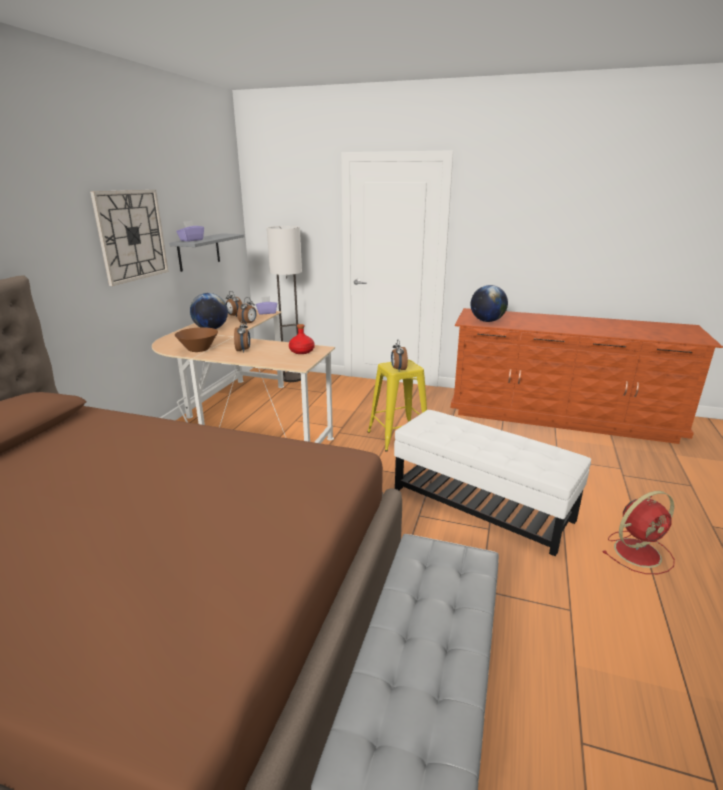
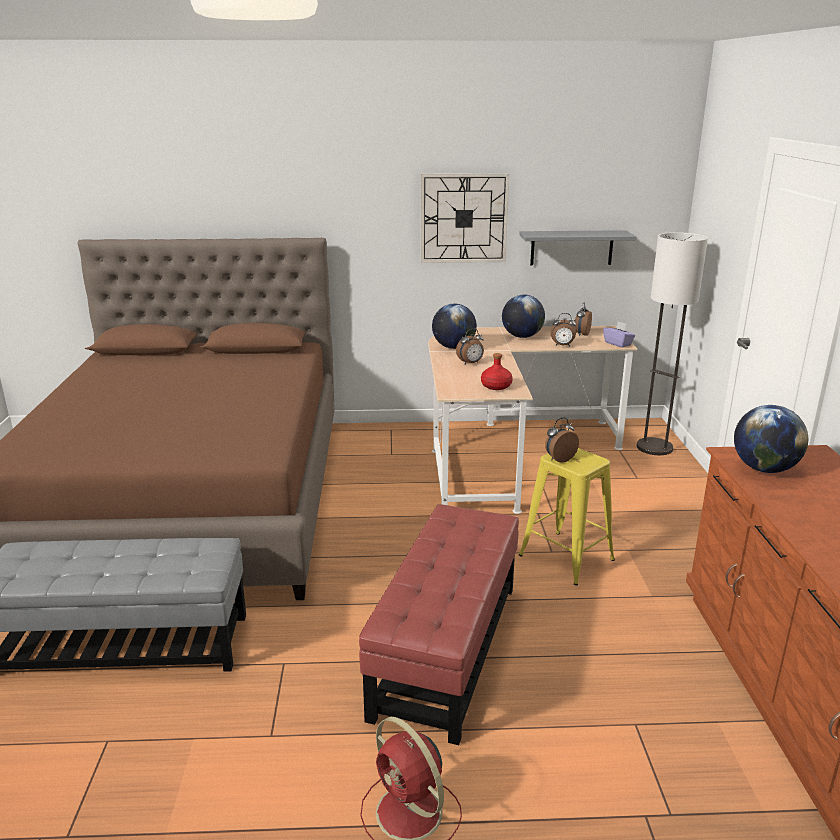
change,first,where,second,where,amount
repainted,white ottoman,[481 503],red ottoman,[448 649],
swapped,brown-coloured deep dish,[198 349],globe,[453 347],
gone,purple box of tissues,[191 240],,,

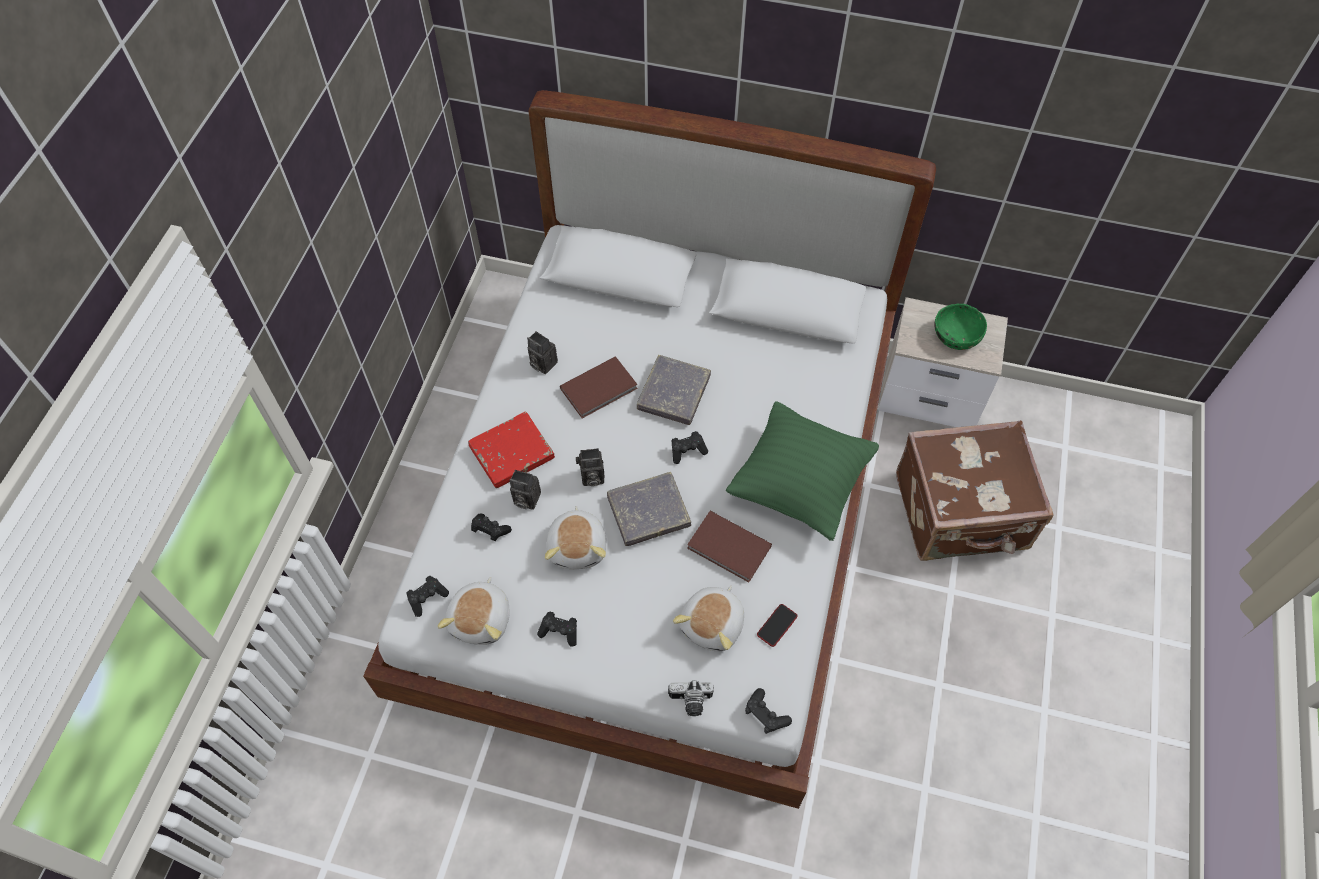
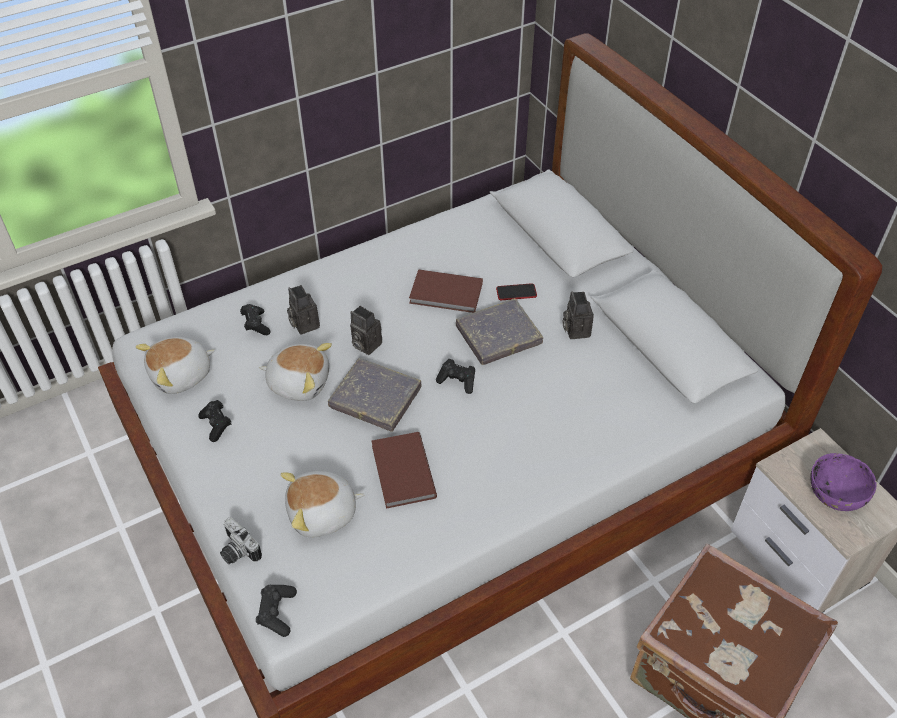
change,first,where,second,where,amount
rotated,soft toy,[578 546],,[299 382],120 degrees counterclockwise
shifted,handset,[777 625],,[516 292],
shifted,still camera,[541 363],,[575 329],
repainted,green-coloured deep dish,[955 336],purple deep dish,[835 492],
gone,black gamepad,[427 598],,,
gone,red book,[512 452],,,
gone,green-coloured throw pillow,[799 484],,,

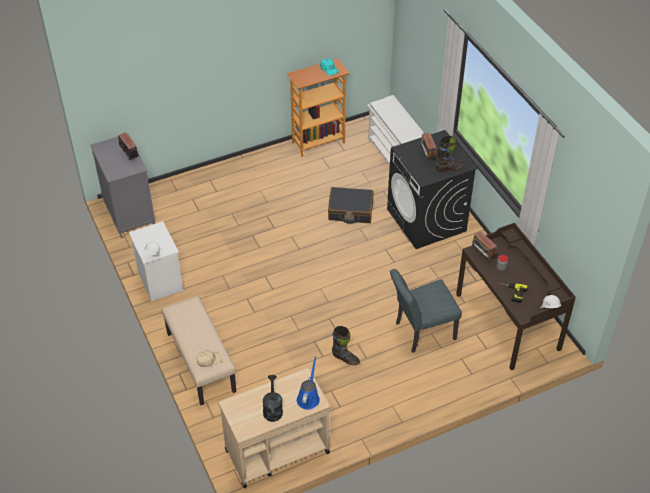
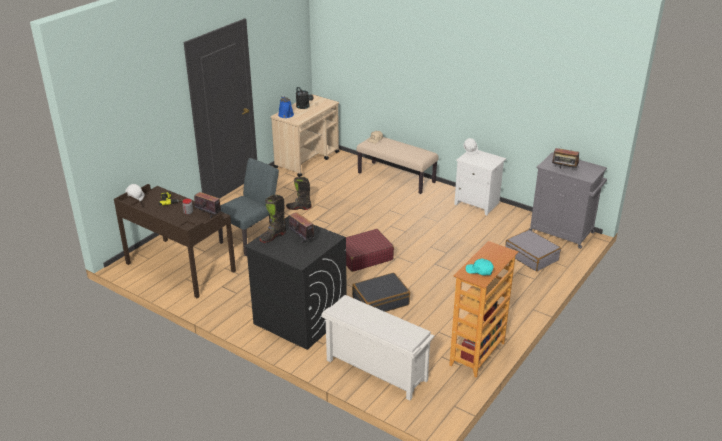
change,first,where,second,where,amount
new,,,red piece of luggage,[364 257],
new,,,greyish piece of luggage,[531 256],

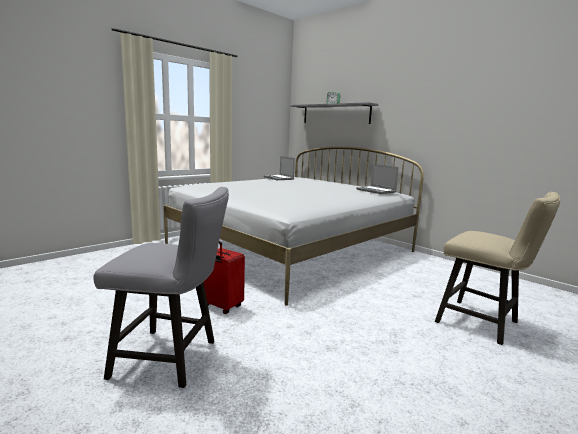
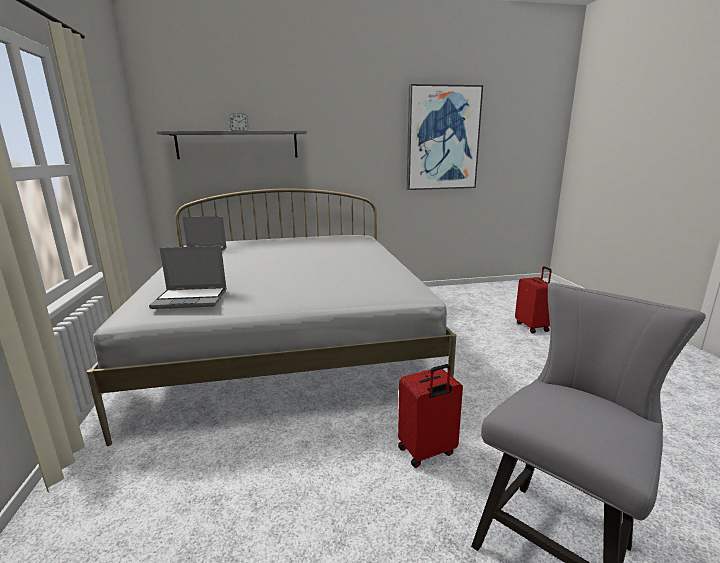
change,first,where,second,where,amount
shifted,laptop,[376 191],,[192 299],
new,,,wall picture,[442 138],
swapped,beige upright chair,[483 324],red piece of luggage,[532 327],

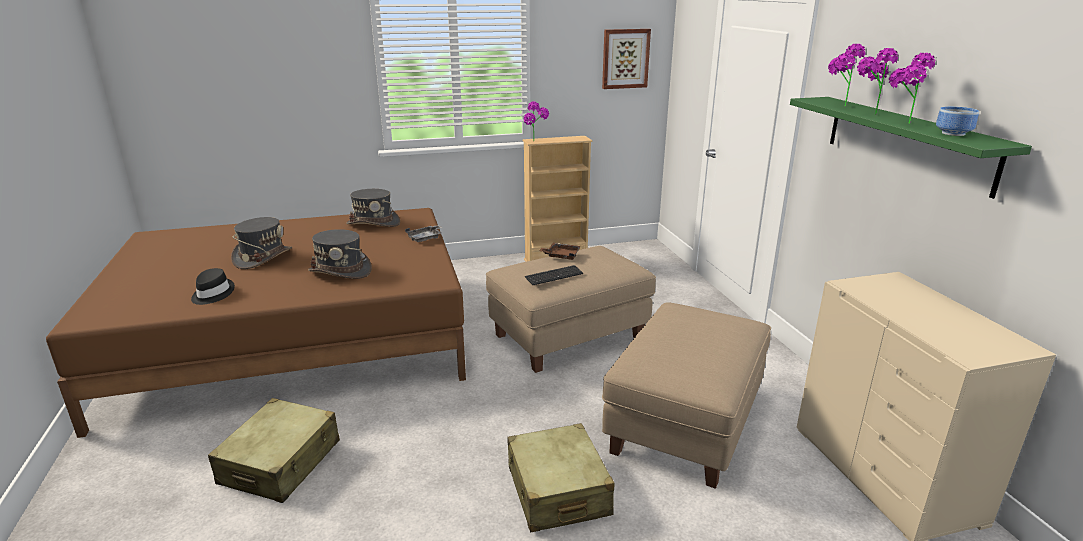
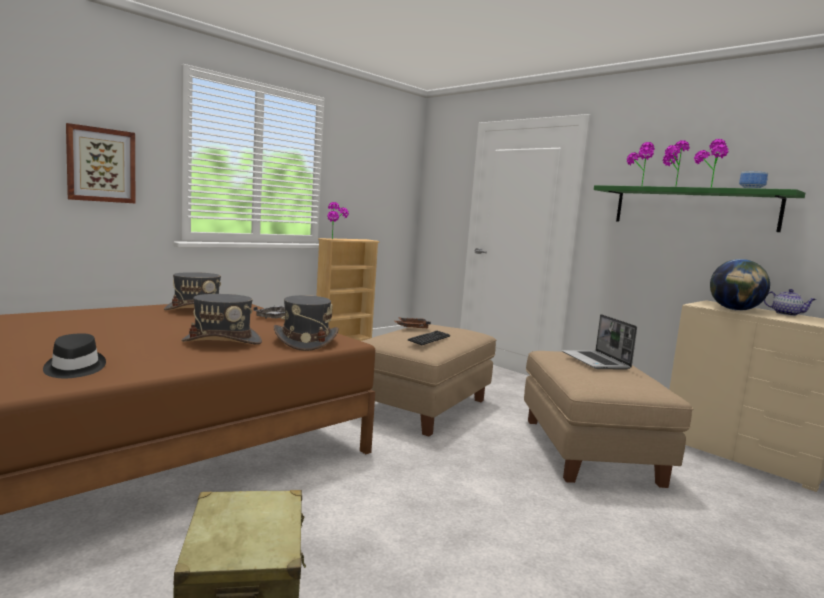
change,first,where,second,where,amount
shifted,wall picture,[625 58],,[101 165],
shifted,greyish clothing hat,[263 257],,[305 341],
new,,,laptop,[596 361],
new,,,globe,[735 310],
new,,,pot for tea,[787 314],
gone,beige piece of luggage,[557 491],,,

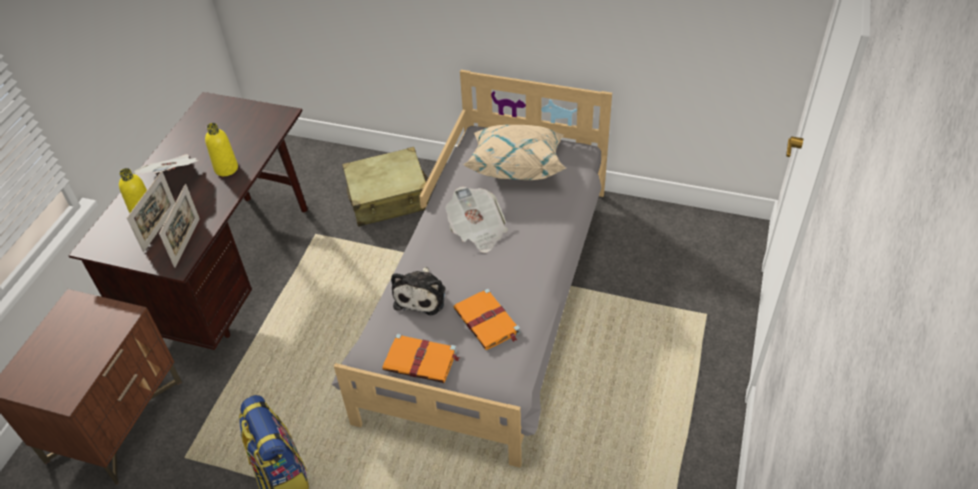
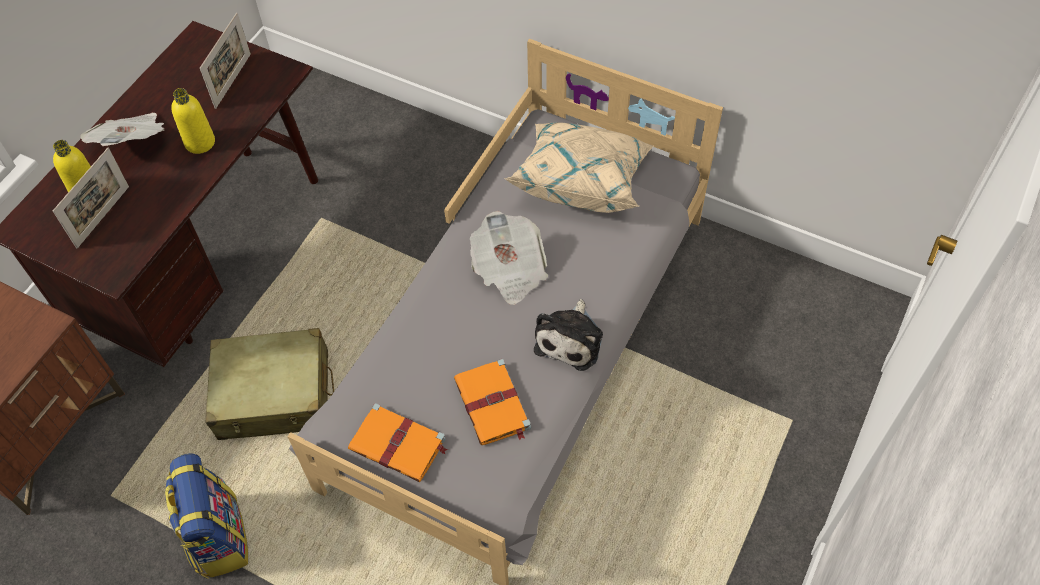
change,first,where,second,where,amount
shifted,picture frame,[187 242],,[233 81],
shifted,beige piece of luggage,[389 197],,[274 395],
shifted,soft toy,[421 295],,[571 339],

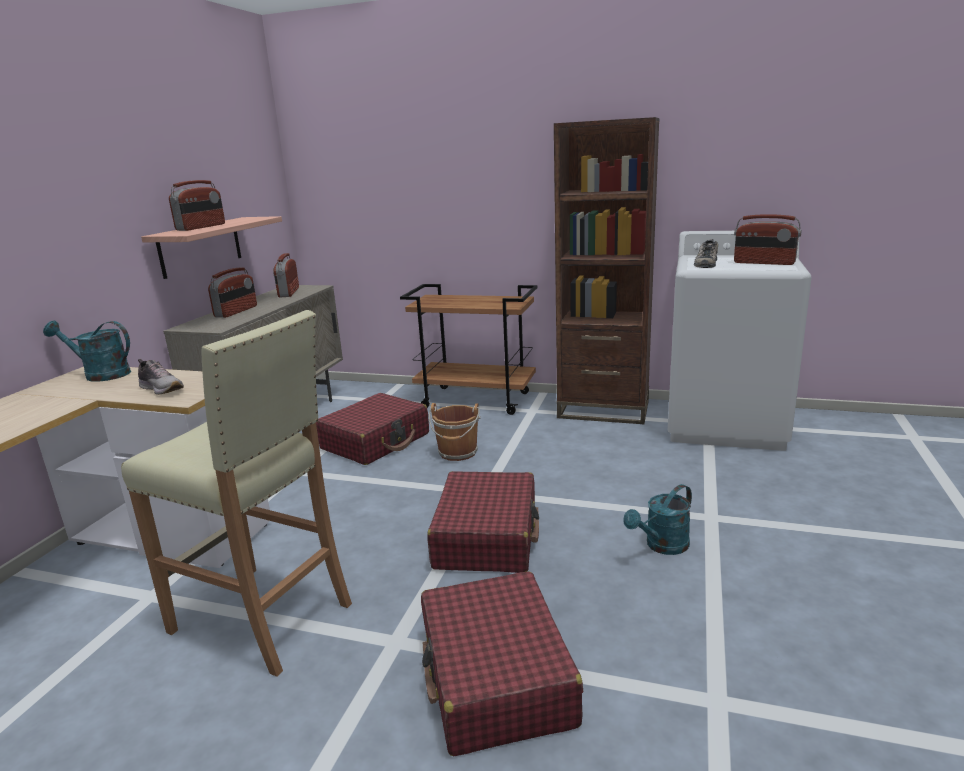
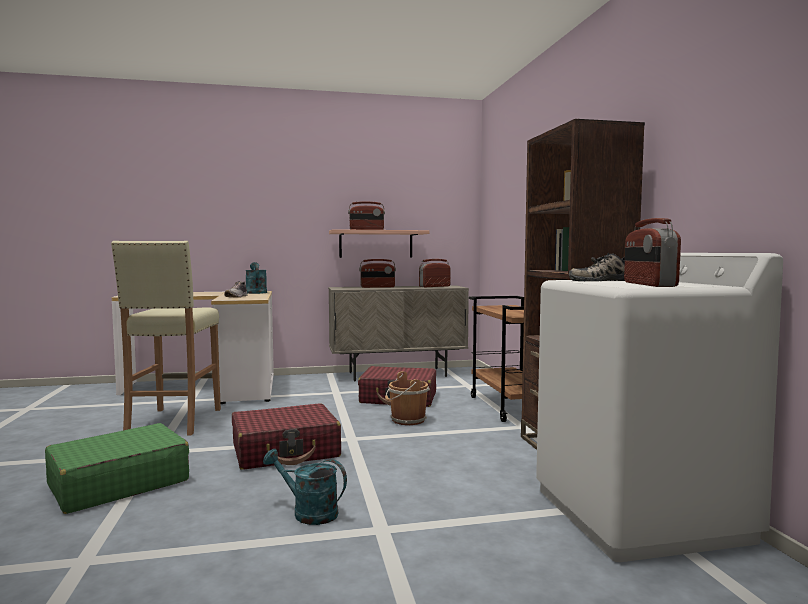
change,first,where,second,where,amount
repainted,red piece of luggage,[496 678],green-coloured piece of luggage,[118 483],

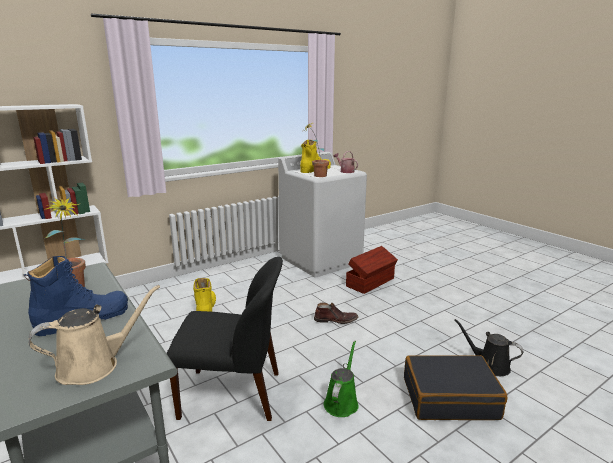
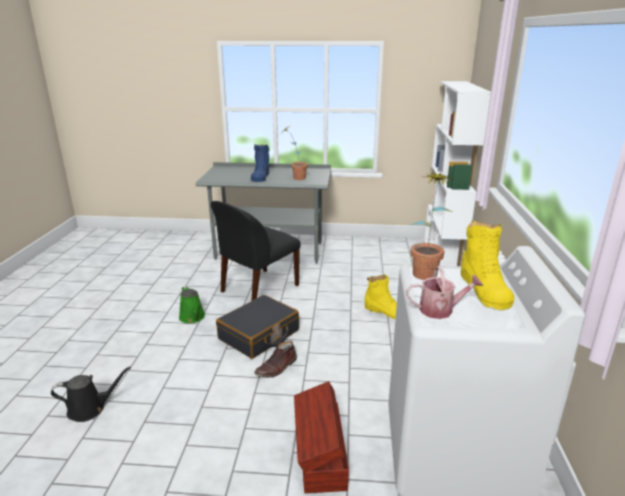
change,first,where,second,where,amount
shifted,black piece of luggage,[449 398],,[259 335],
gone,beige sprinkling can,[94 366],,,

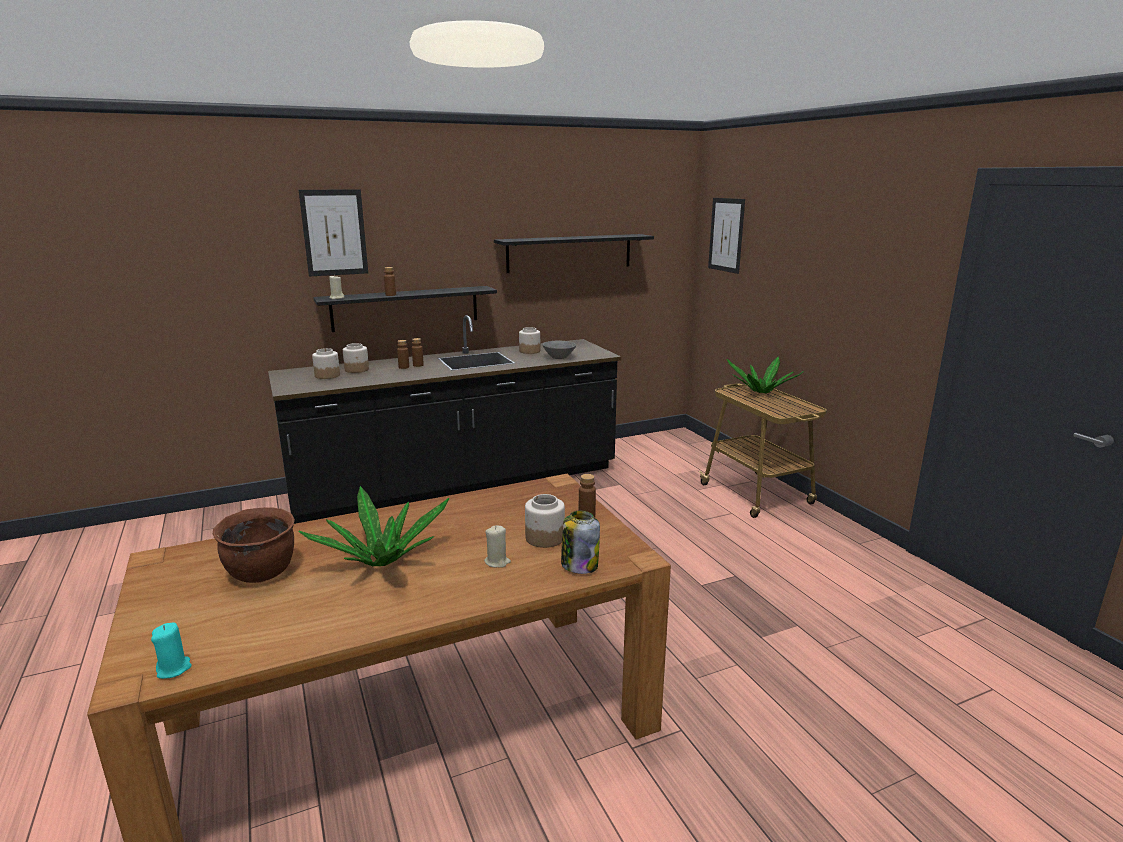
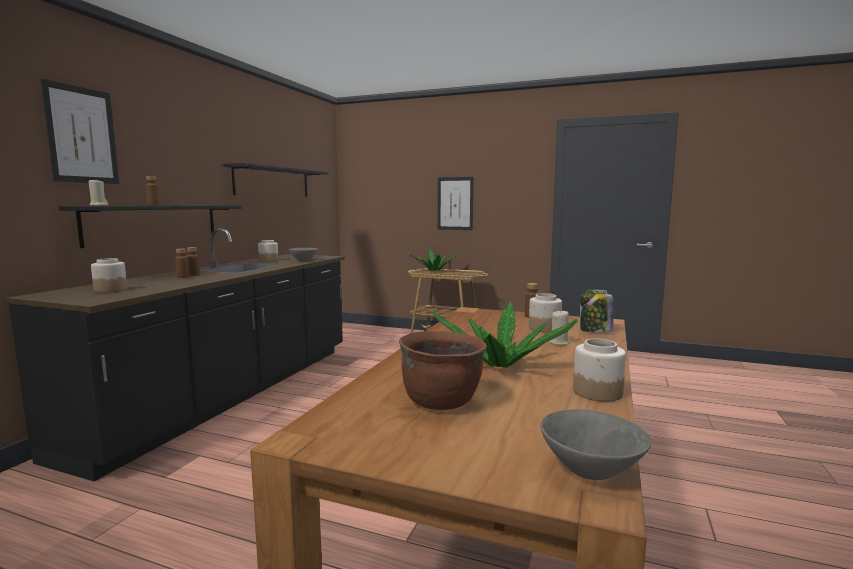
change,first,where,second,where,amount
shifted,wall picture,[726 235],,[455 203],
swapped,turquoise-coloured wax light,[174 669],greyish deep dish,[592 470],
shifted,jar,[357 370],,[598 392],

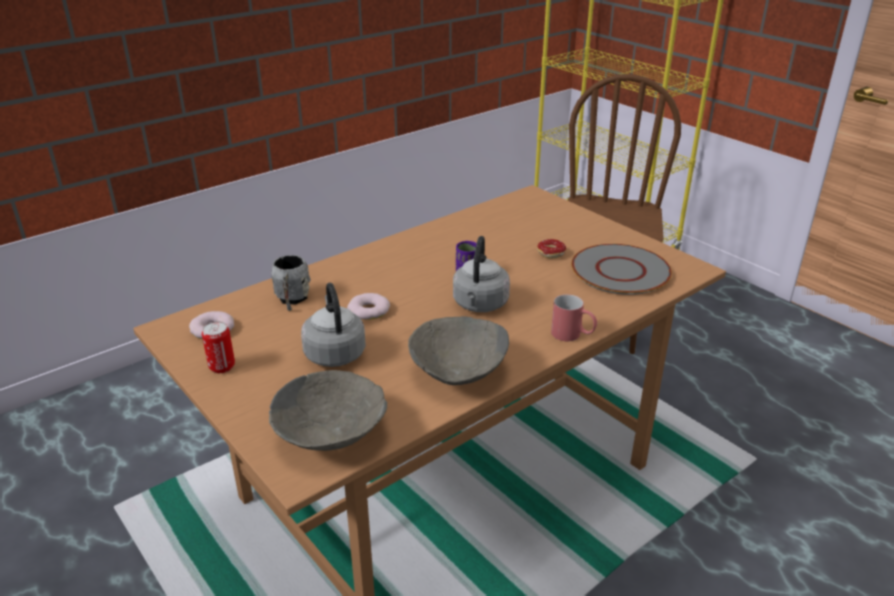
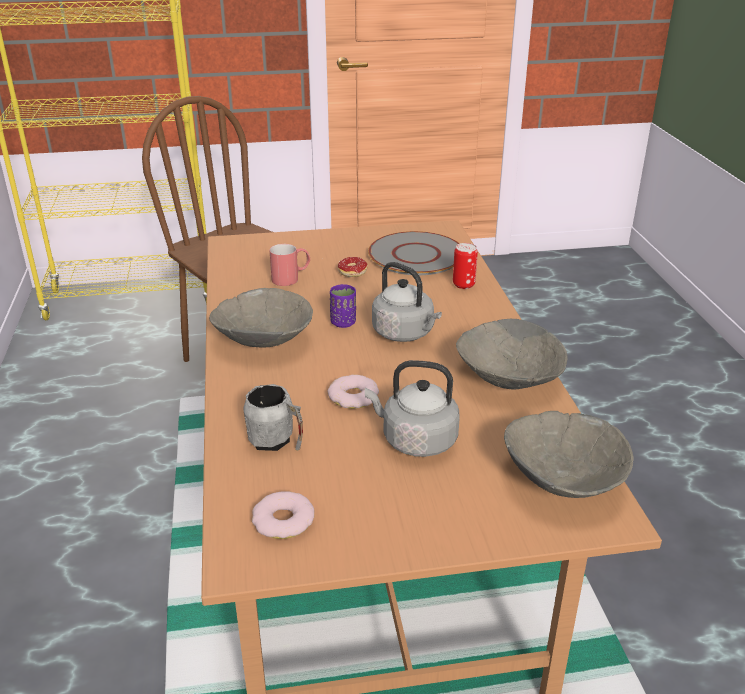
change,first,where,second,where,amount
new,,,greyish deep dish,[262 341],
shifted,red coffee mug,[573 335],,[291 278],
shifted,metal can,[222 367],,[463 284],

